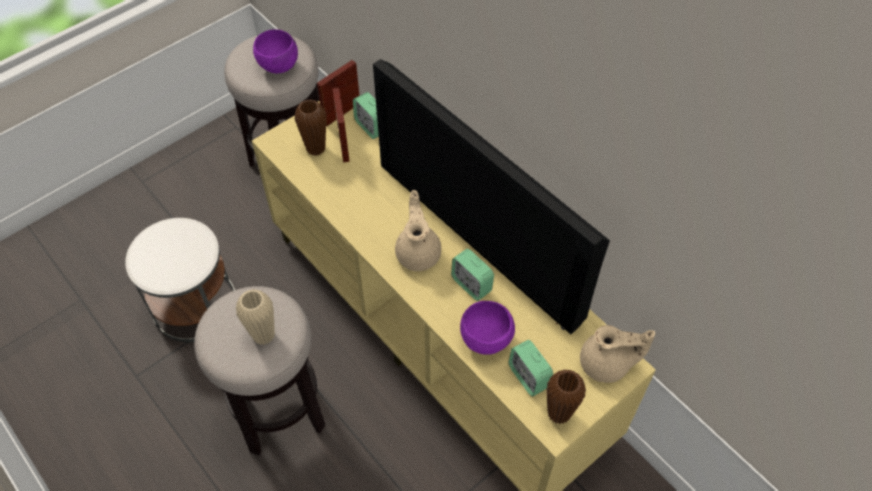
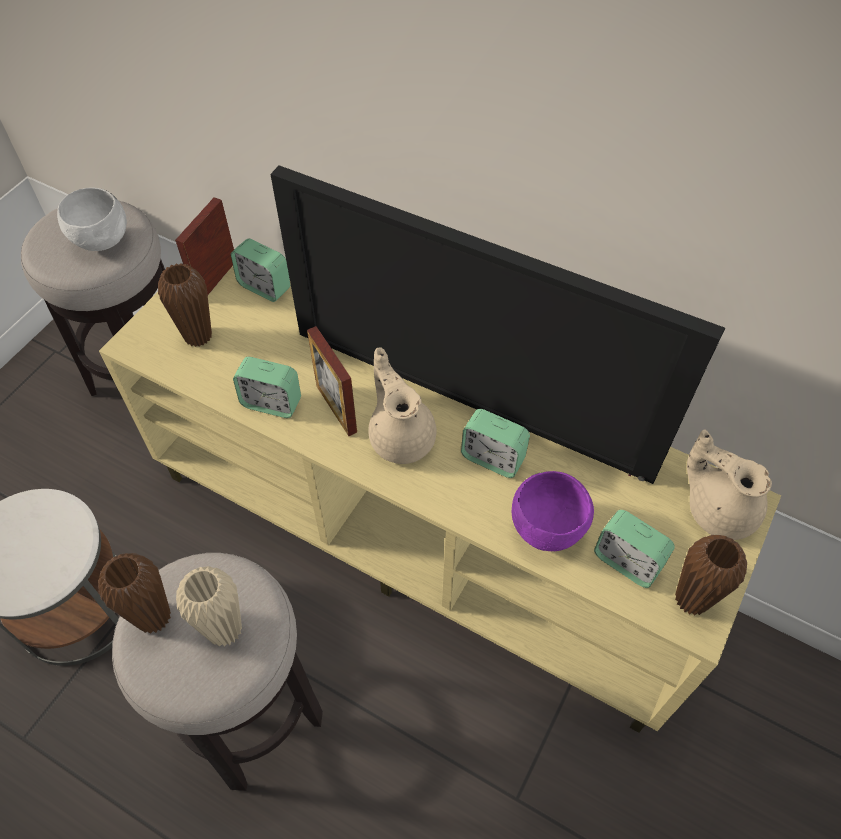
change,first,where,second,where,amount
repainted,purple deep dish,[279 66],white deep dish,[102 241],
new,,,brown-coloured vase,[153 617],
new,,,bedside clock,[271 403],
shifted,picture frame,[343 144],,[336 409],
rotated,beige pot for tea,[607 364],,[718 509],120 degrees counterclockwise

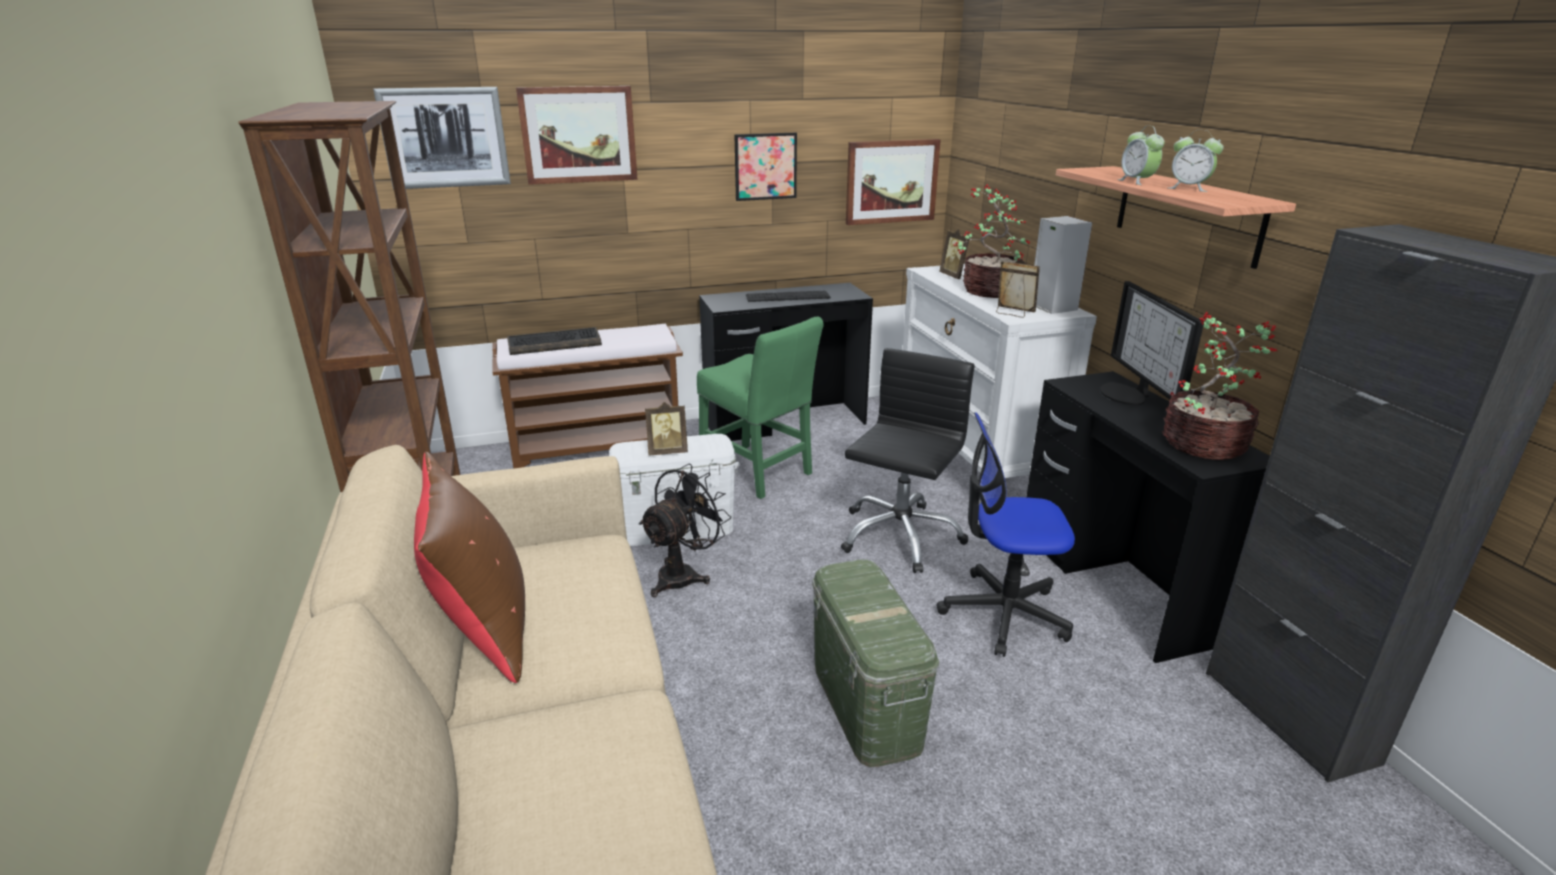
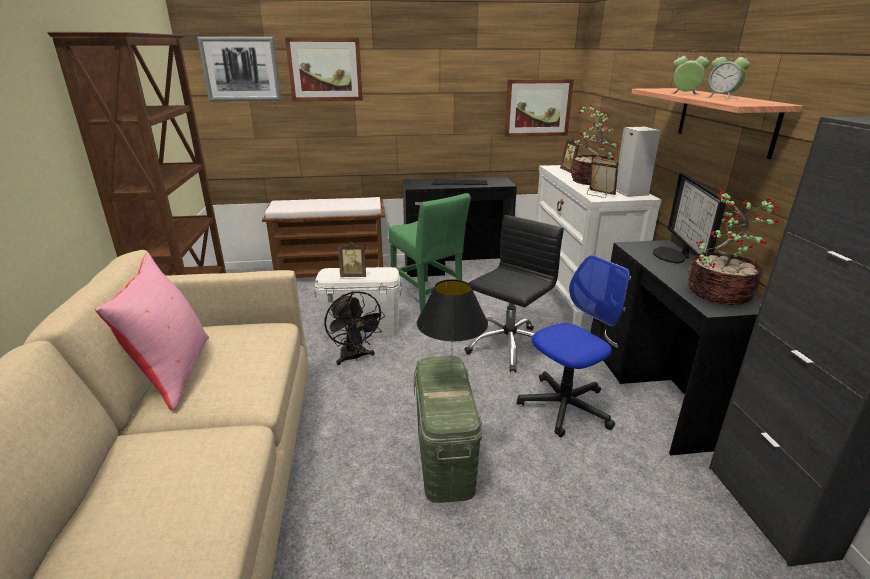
change,first,where,second,where,amount
repainted,brown-coloured throw pillow,[484 627],pink-coloured throw pillow,[174 372],
rotated,black electric fan,[684 575],,[354 357],105 degrees clockwise
new,,,black lamp for a table,[451 383],
rotated,desk chair,[1003 613],,[565 406],135 degrees clockwise
rotated,bedside clock,[1137 182],,[684 94],120 degrees clockwise
gone,keyboard,[555 343],,,
gone,wall picture,[765 166],,,

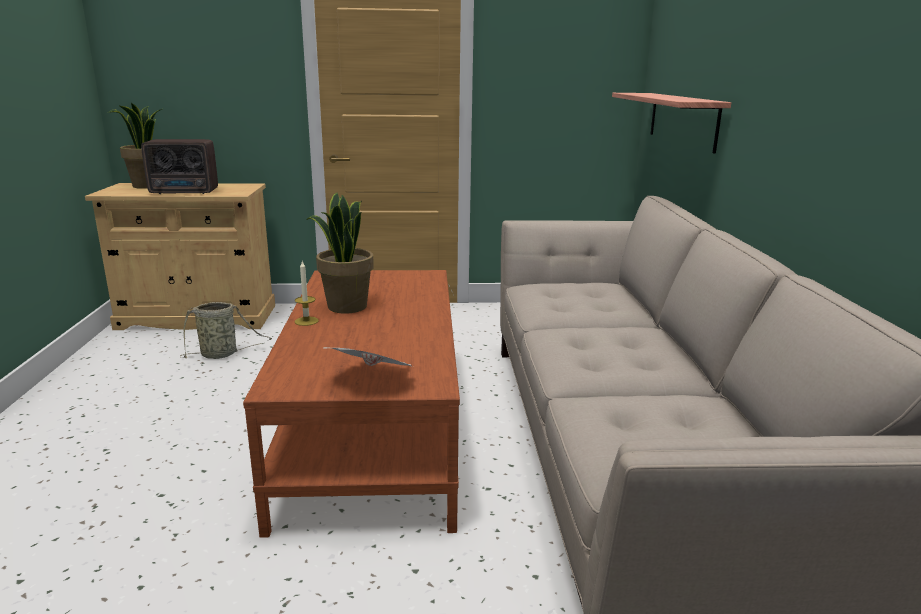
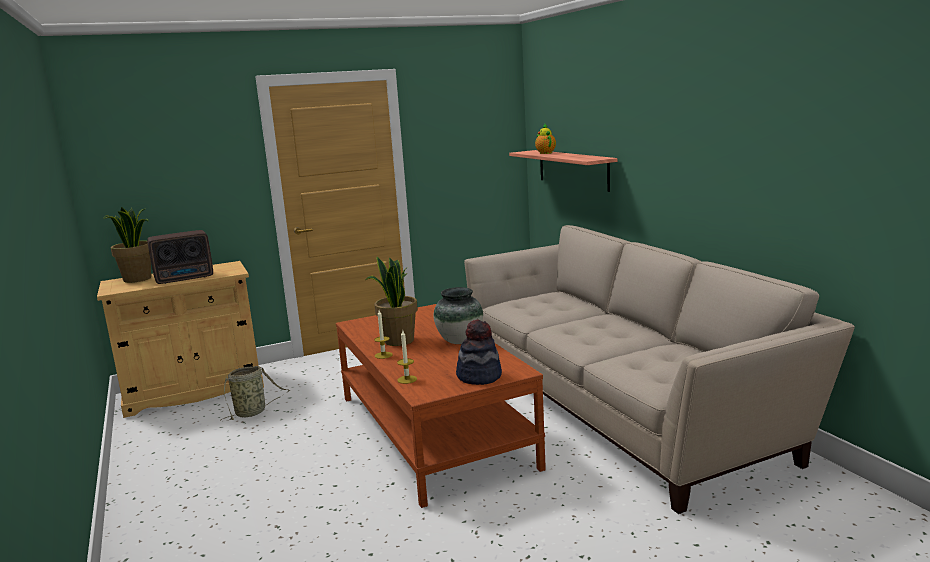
change,first,where,second,where,amount
new,,,wax light,[407 379],
new,,,vase,[459 341],
swapped,newspaper,[374 380],clothing hat,[479 376],
new,,,pot for tea,[545 153],

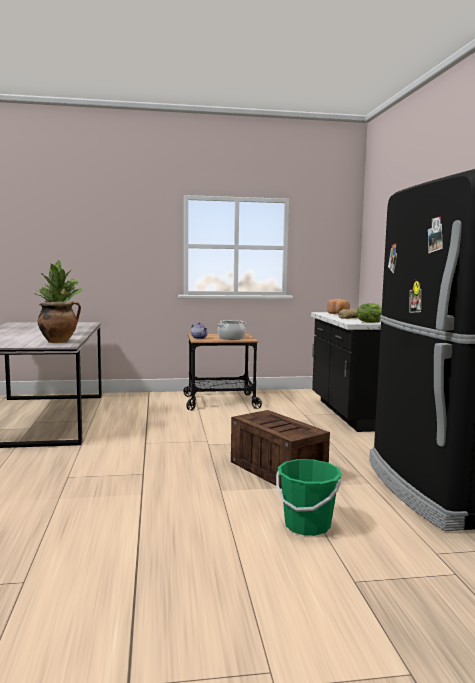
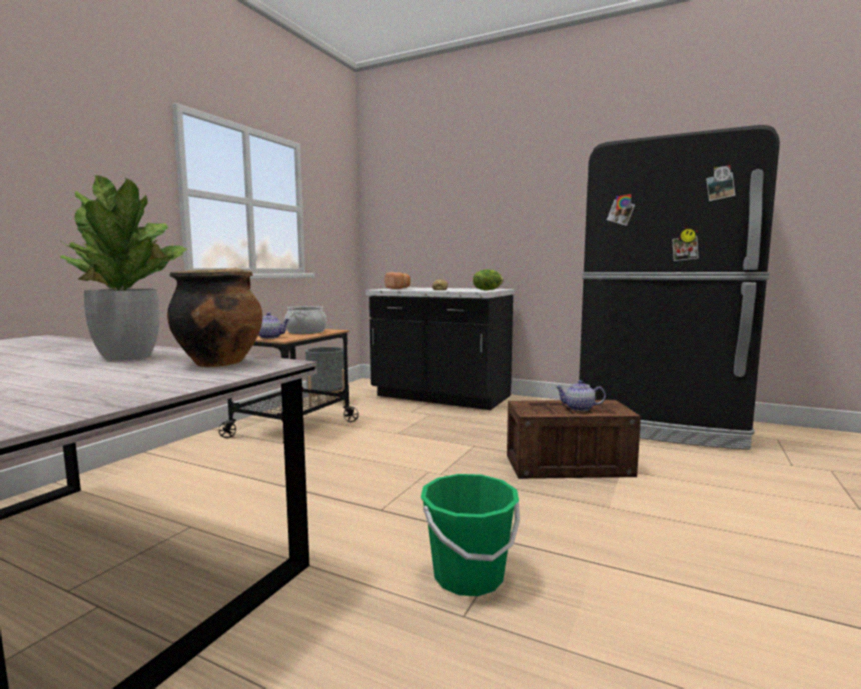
change,first,where,second,where,amount
new,,,greyish flower pot,[326 401],
shifted,green-coloured pail,[307 525],,[468 576],
new,,,pot for tea,[579 408],

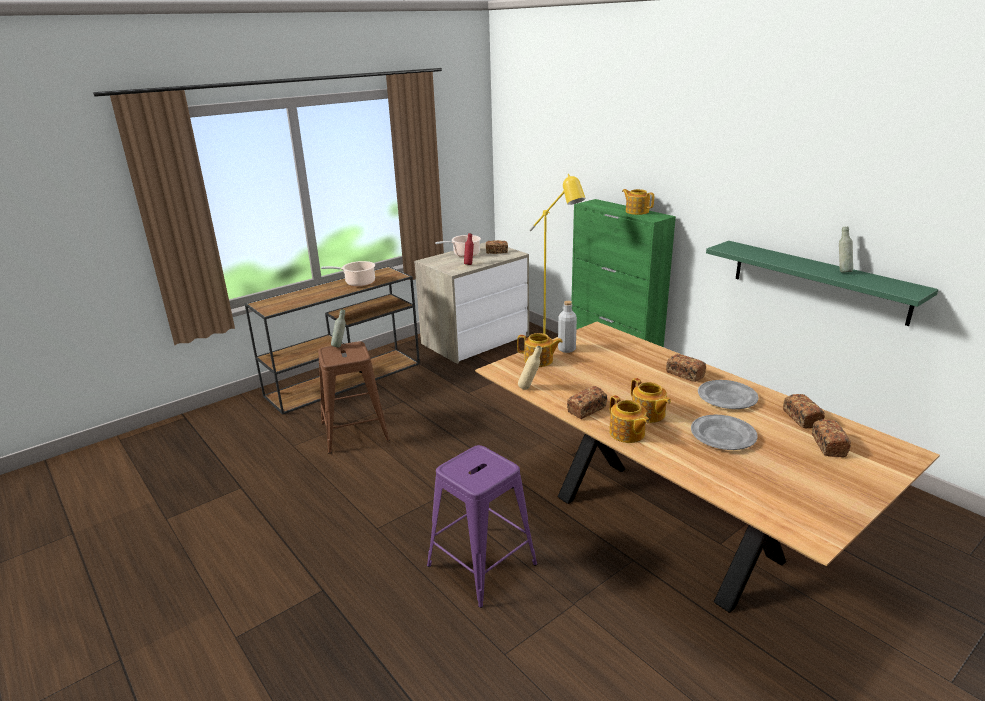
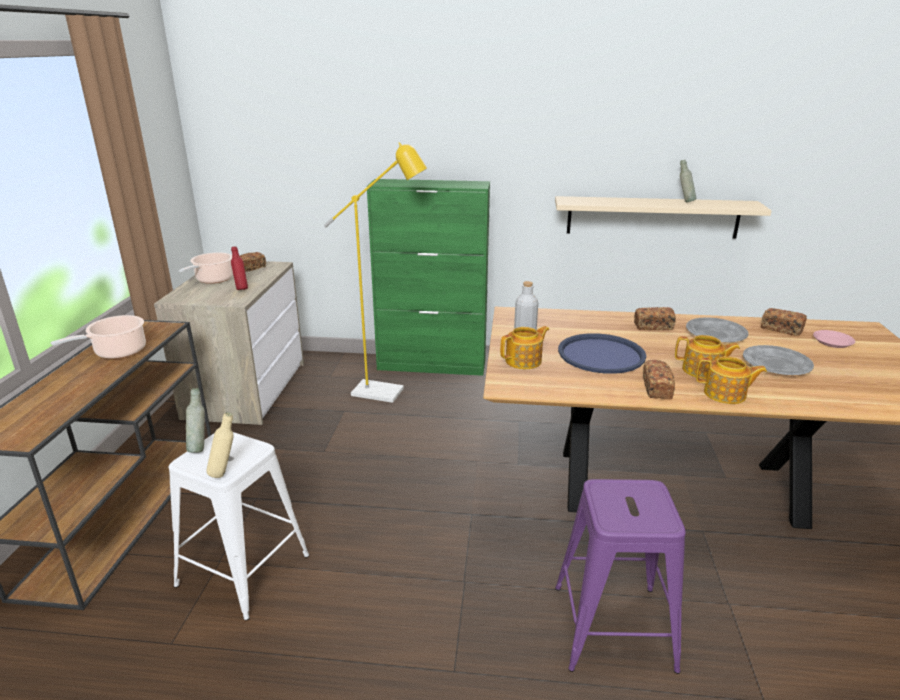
change,first,where,second,where,amount
repainted,brown-coloured stool seat,[354 431],white stool seat,[242 570],
shifted,beige beverage bottle,[529 388],,[225 473],
repainted,green-coloured bracket shelf,[818 281],beige bracket shelf,[652 217],
new,,,blue-coloured serving tray,[601 354],
swapped,bread,[828 445],pink-coloured dinner plate,[832 342],
gone,pot for tea,[636 211],,,

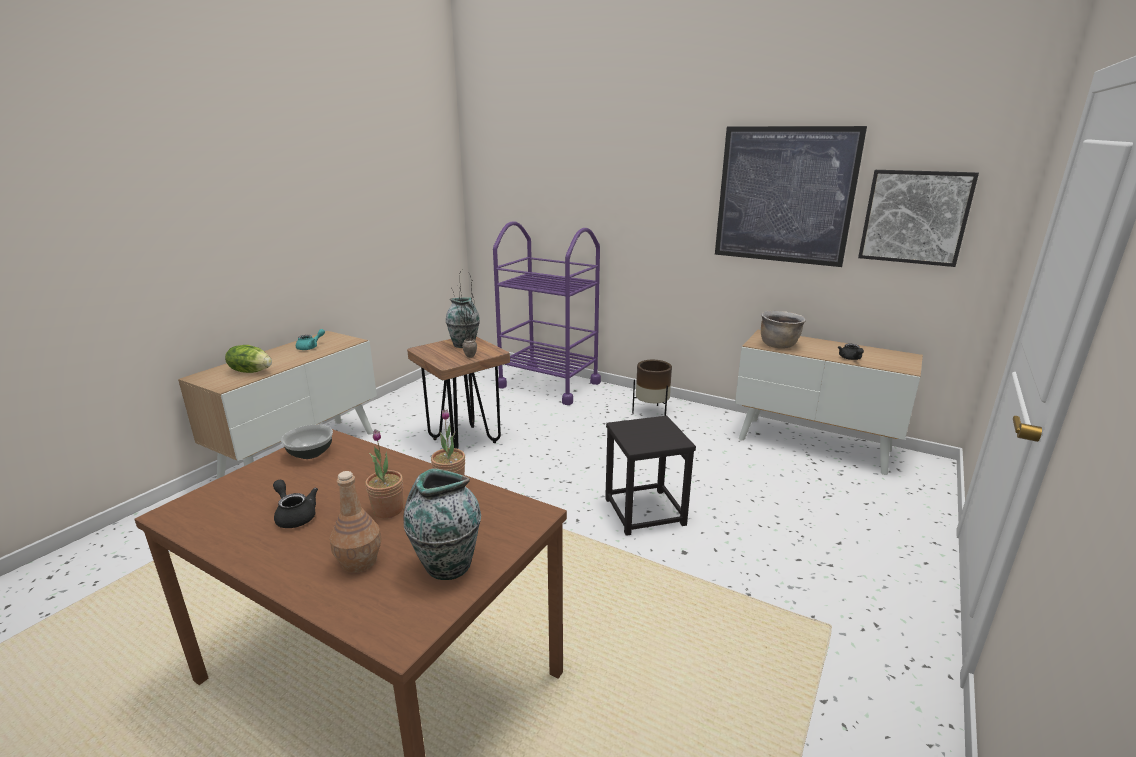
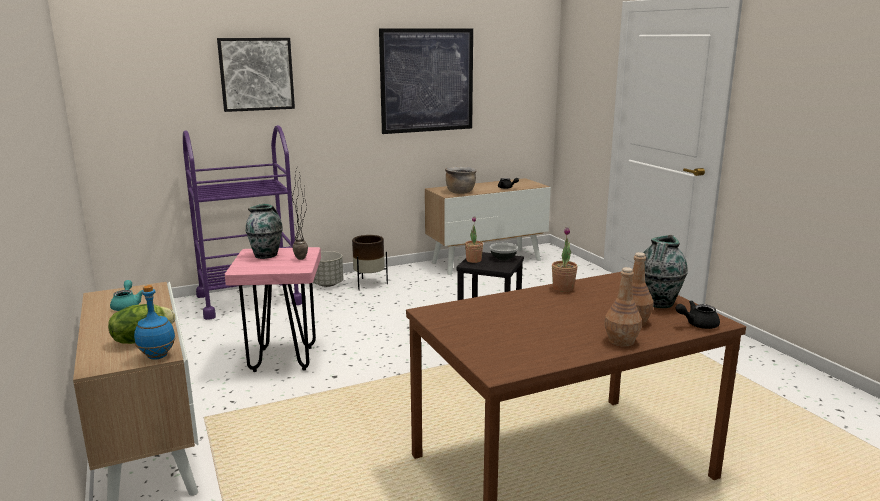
change,first,where,second,where,amount
new,,,blue-coloured beverage bottle,[157 356],
shifted,wall picture,[915 217],,[256 74],
repainted,brown-coloured stool seat,[464 440],pink-coloured stool seat,[283 359],
new,,,greyish flower pot,[327 284],
shifted,plant in a pot,[388 510],,[473 260],
shifted,deep dish,[311 453],,[503 258],
new,,,brown-coloured beverage bottle,[621 341],
shifted,black pot for tea,[294 516],,[697 324],

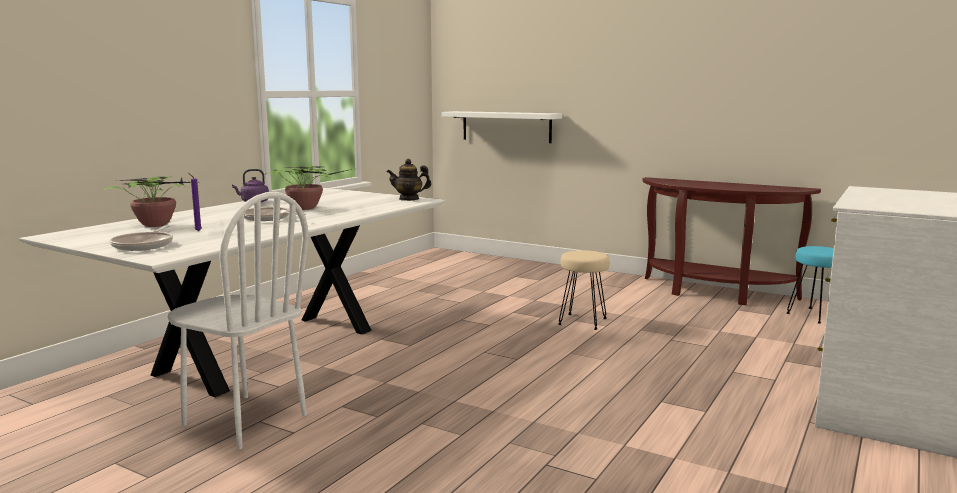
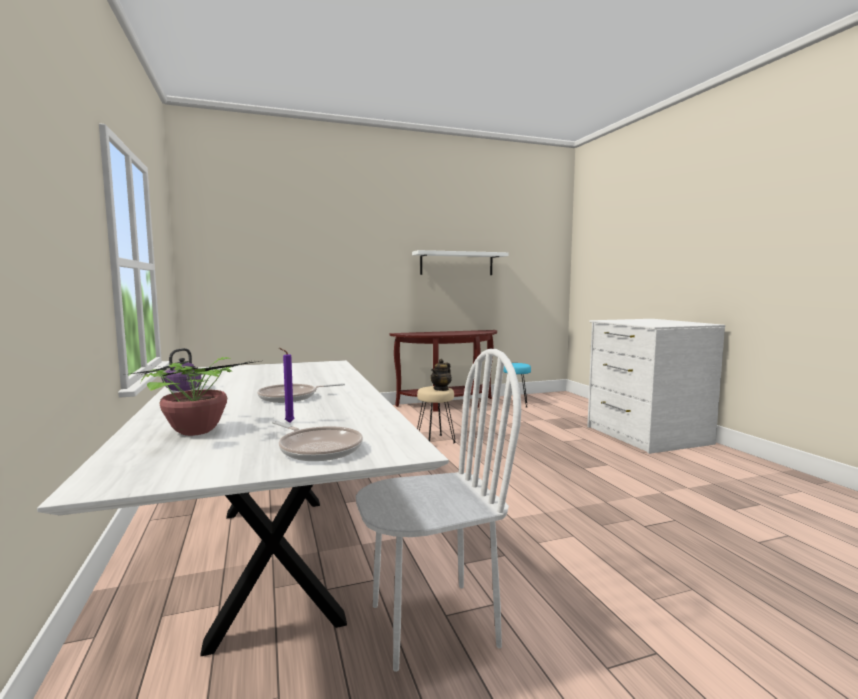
change,first,where,second,where,amount
shifted,white bracket shelf,[506 126],,[457 263],
shifted,pot for tea,[409 199],,[441 389],
gone,plant in a pot,[307 208],,,

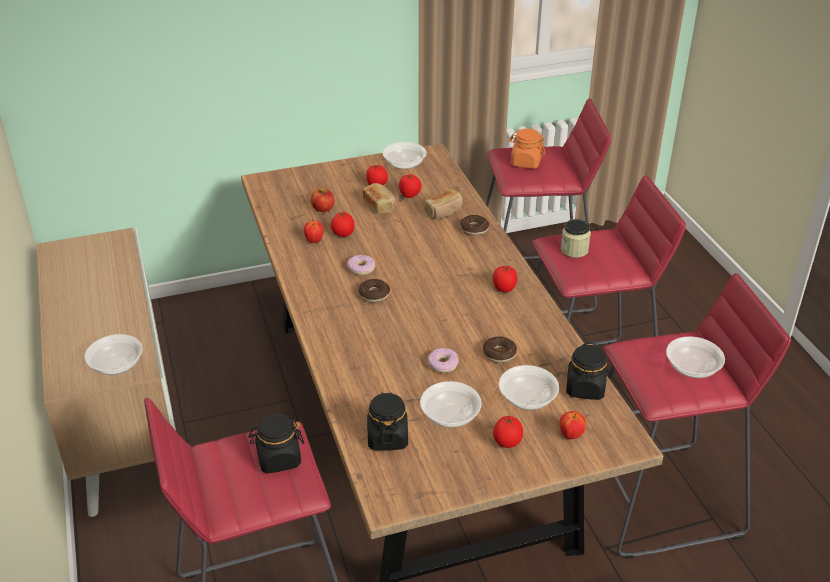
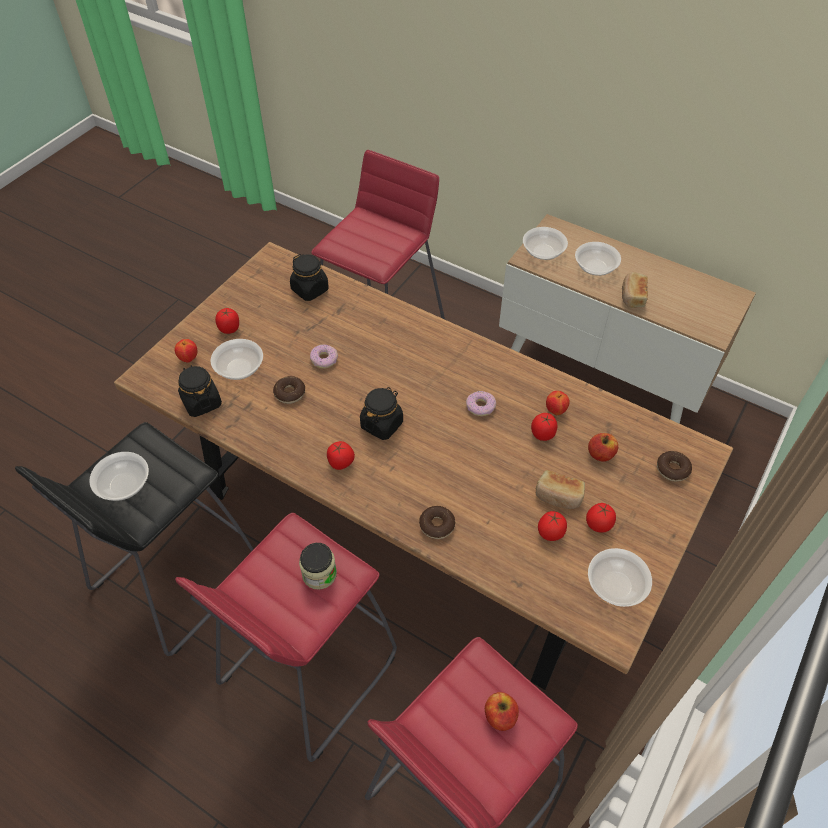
change,first,where,second,where,amount
repainted,red stool seat,[660 500],black stool seat,[174 577],
shifted,black jar,[278 459],,[382 424],
swapped,orange jar,[525 162],apple,[500 716],
shifted,deep dish,[450 415],,[595 267],
shifted,bread,[444 212],,[632 296],
shifted,doughnut,[374 295],,[672 469],

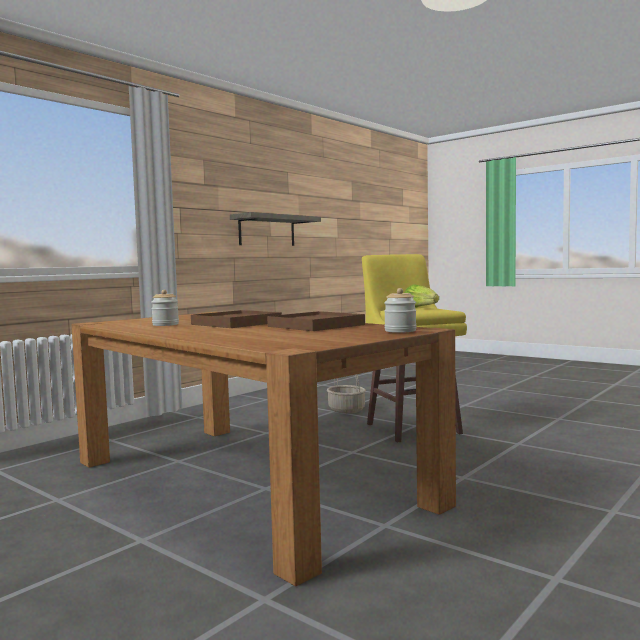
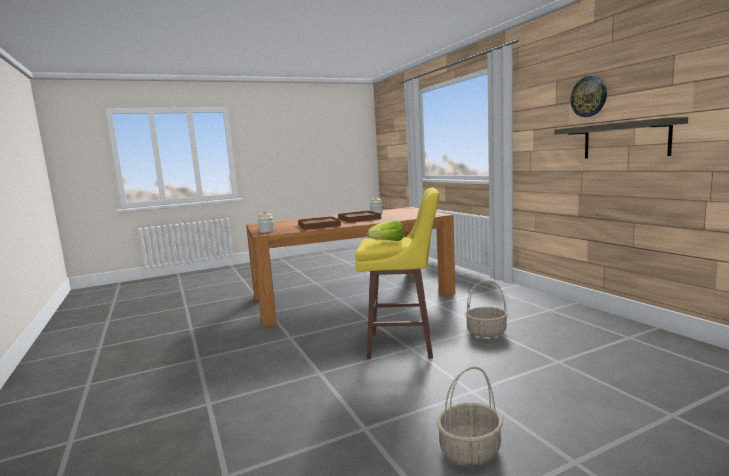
change,first,where,second,where,amount
new,,,household basket,[470 450],
new,,,wall clock,[589 96],

